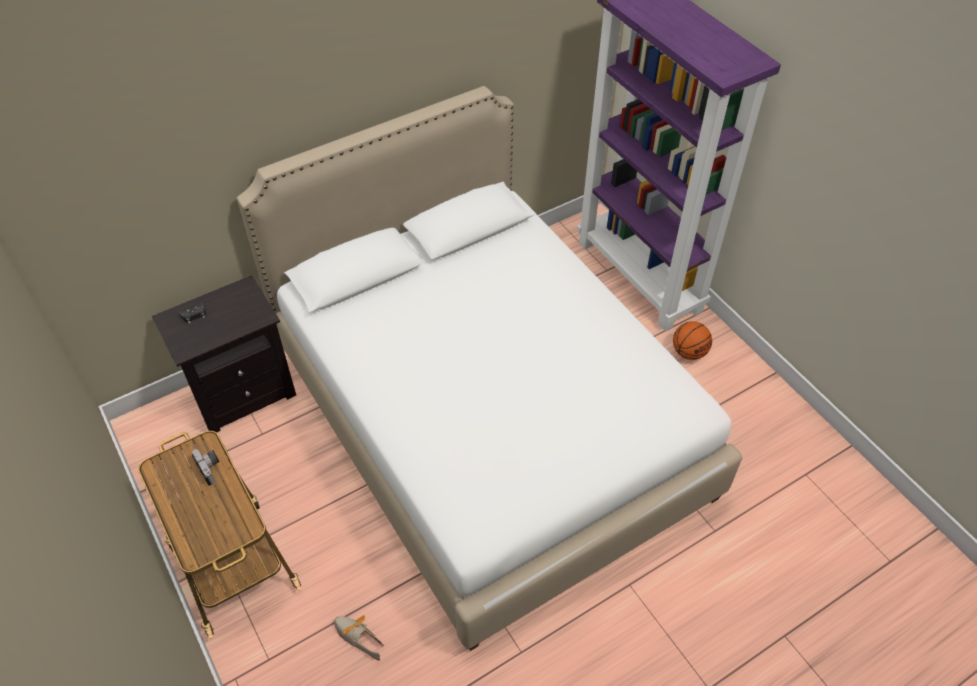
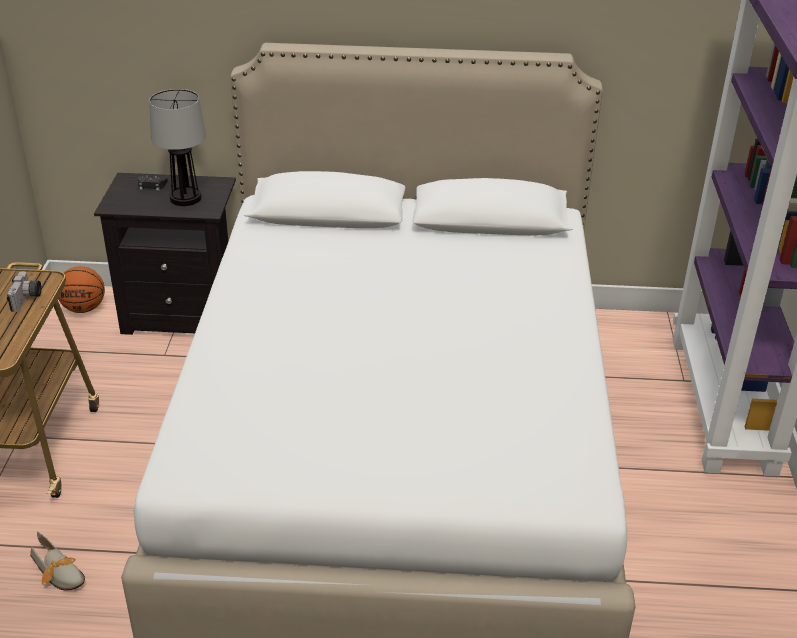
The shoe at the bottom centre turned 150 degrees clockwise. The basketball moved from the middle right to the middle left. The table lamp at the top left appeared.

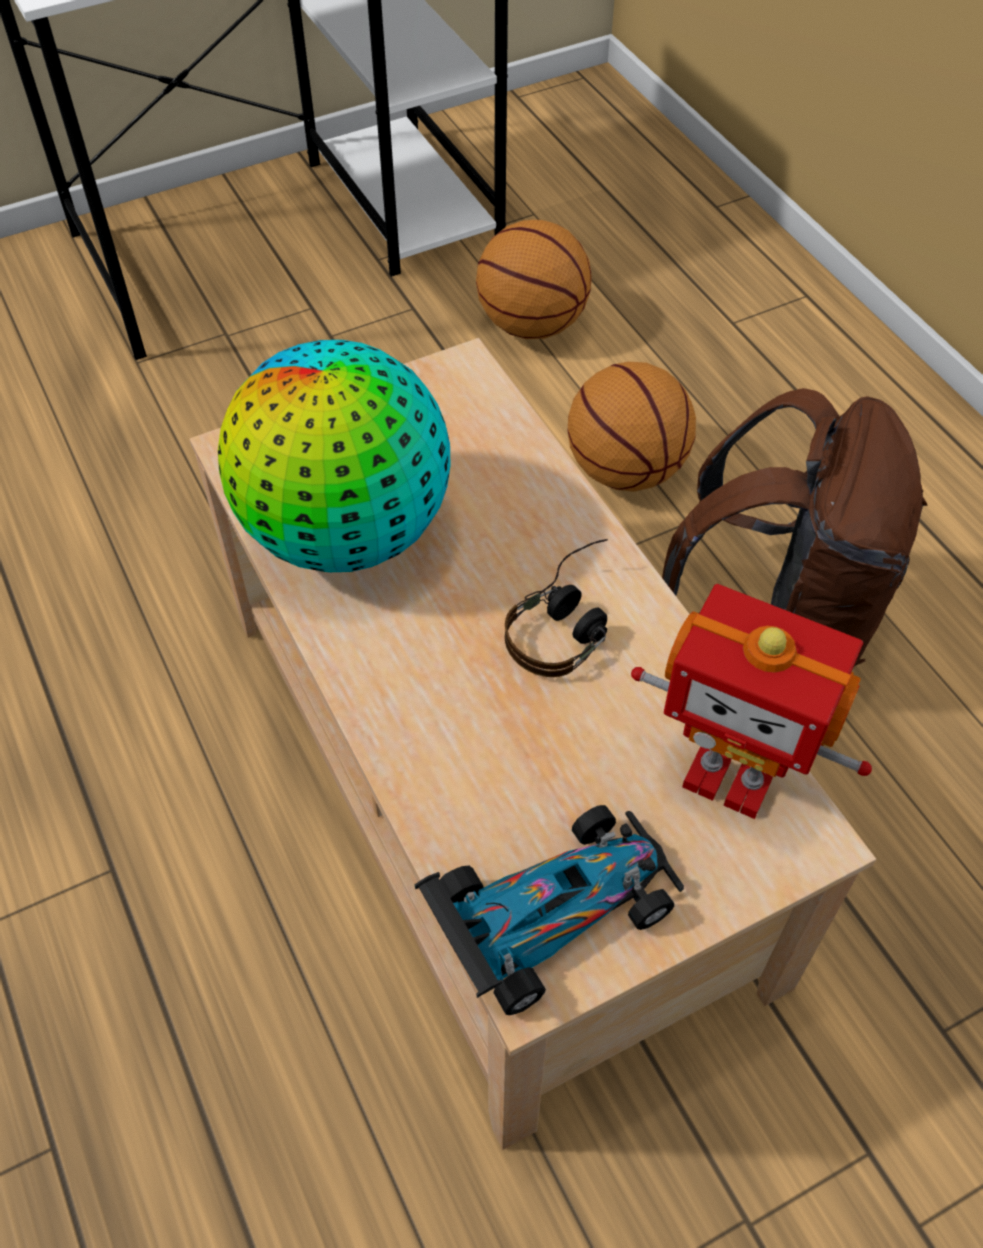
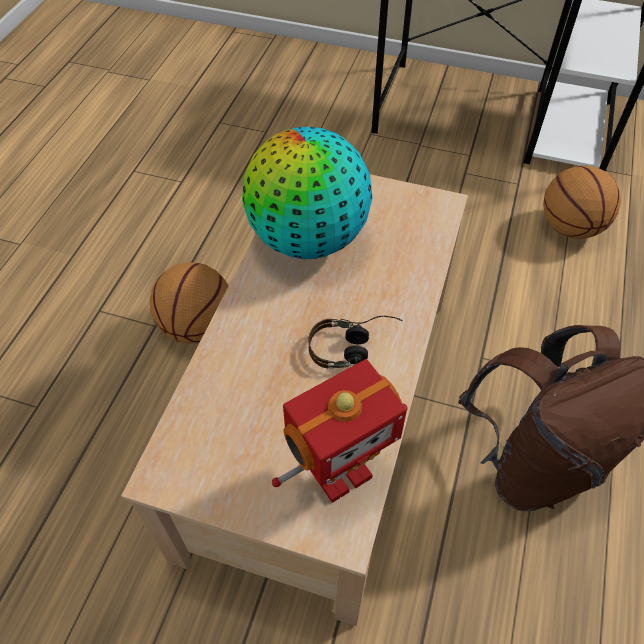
The basketball (2nd from left in the first image) moved from the centre to the middle left. The toy robot at the middle right turned 105 degrees counterclockwise. The toy car at the bottom centre disappeared.

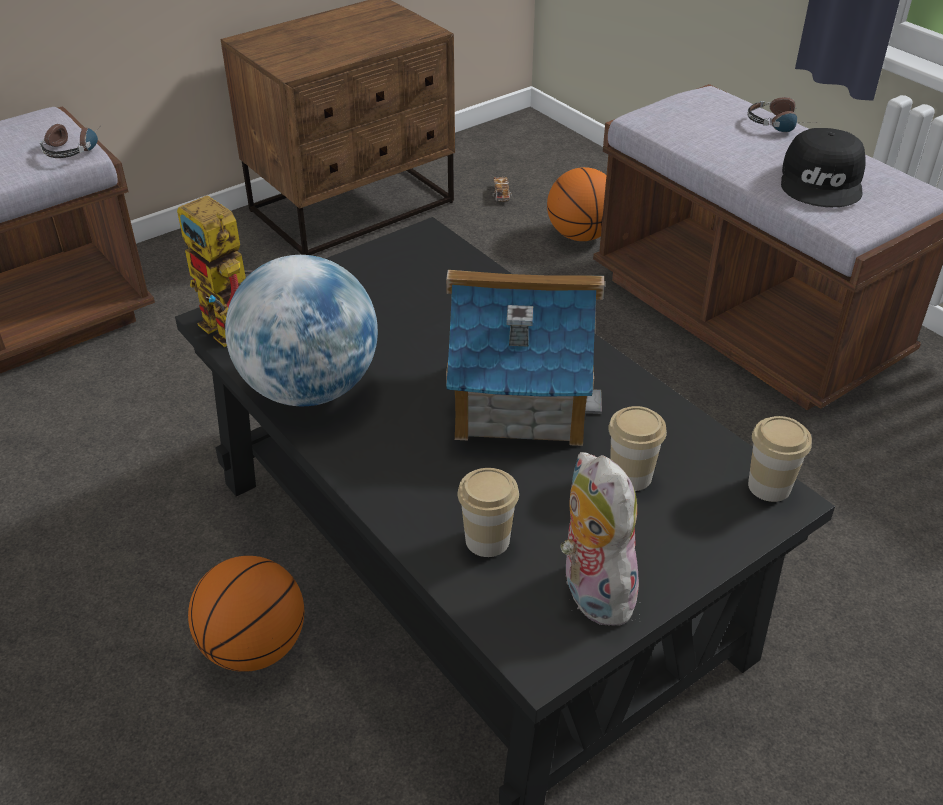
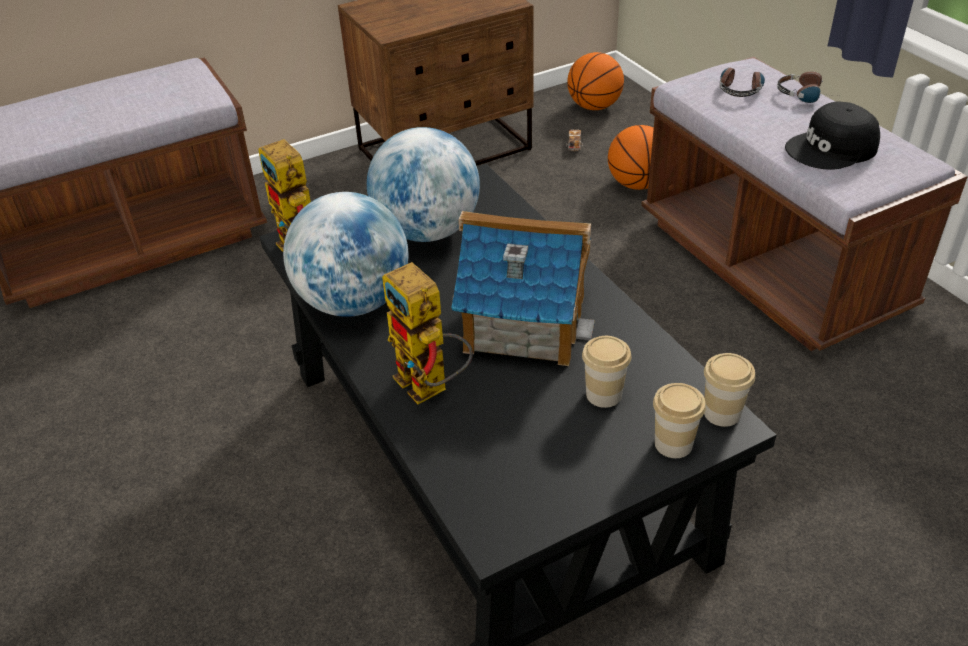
The globe (2nd from left) at the top centre appeared. The toy robot (2nd from left) at the centre appeared. The basketball (1st from left) moved from the bottom left to the top centre. The cup (1st from left in the first image) moved from the centre to the middle right. The headphones (1st from left) moved from the top left to the top right. The black cap at the top right turned 45 degrees clockwise. The plush toy at the bottom centre disappeared.

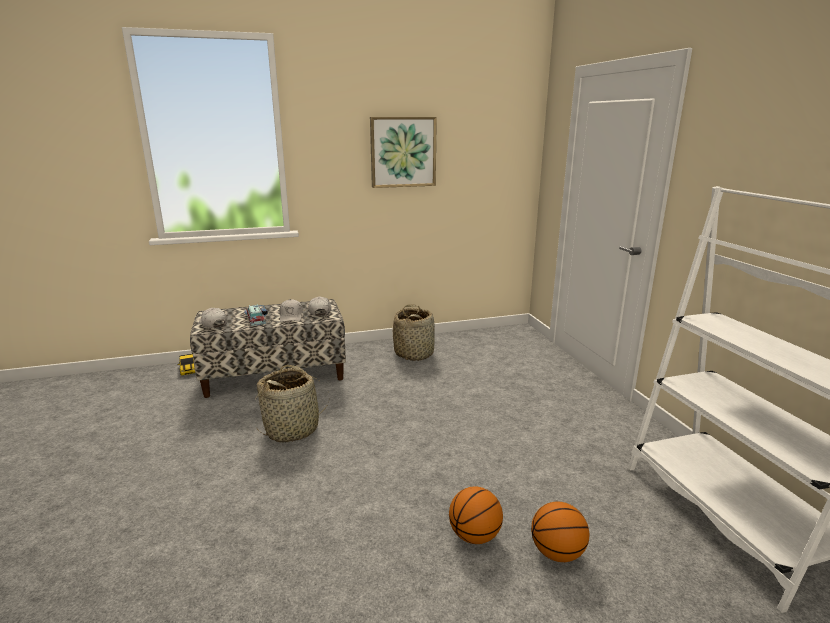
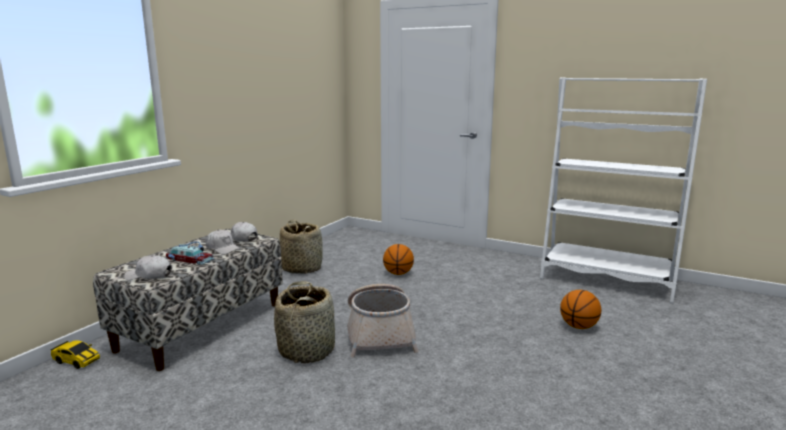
The basket (3rd from left) at the bottom centre appeared. The basketball (1st from left) moved from the bottom centre to the centre. The picture at the top centre disappeared.

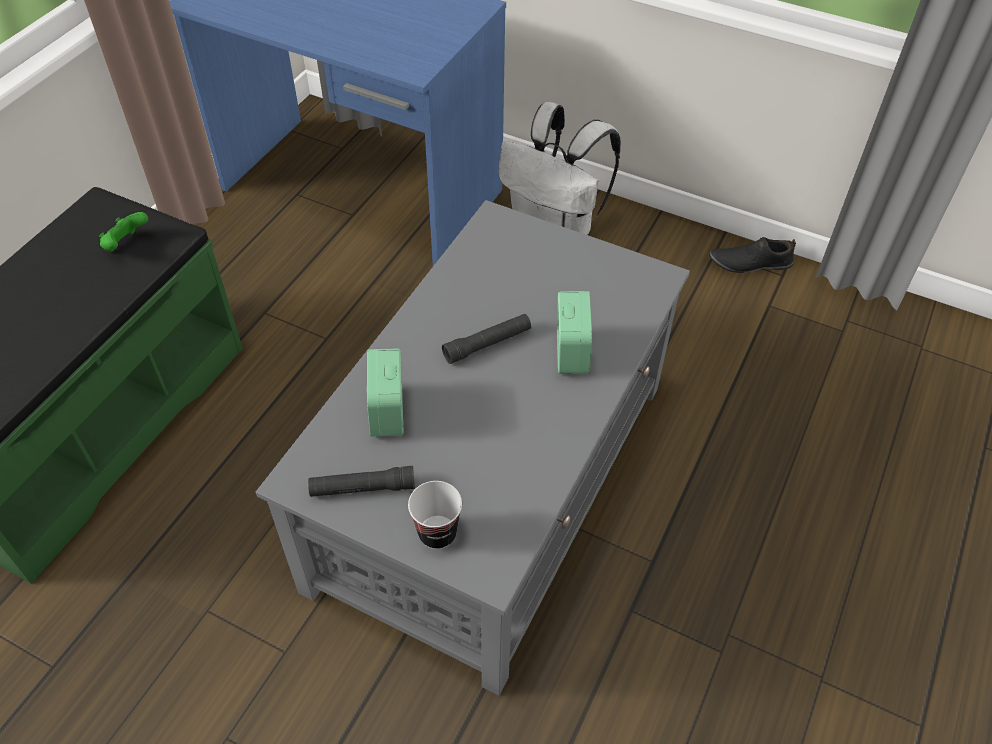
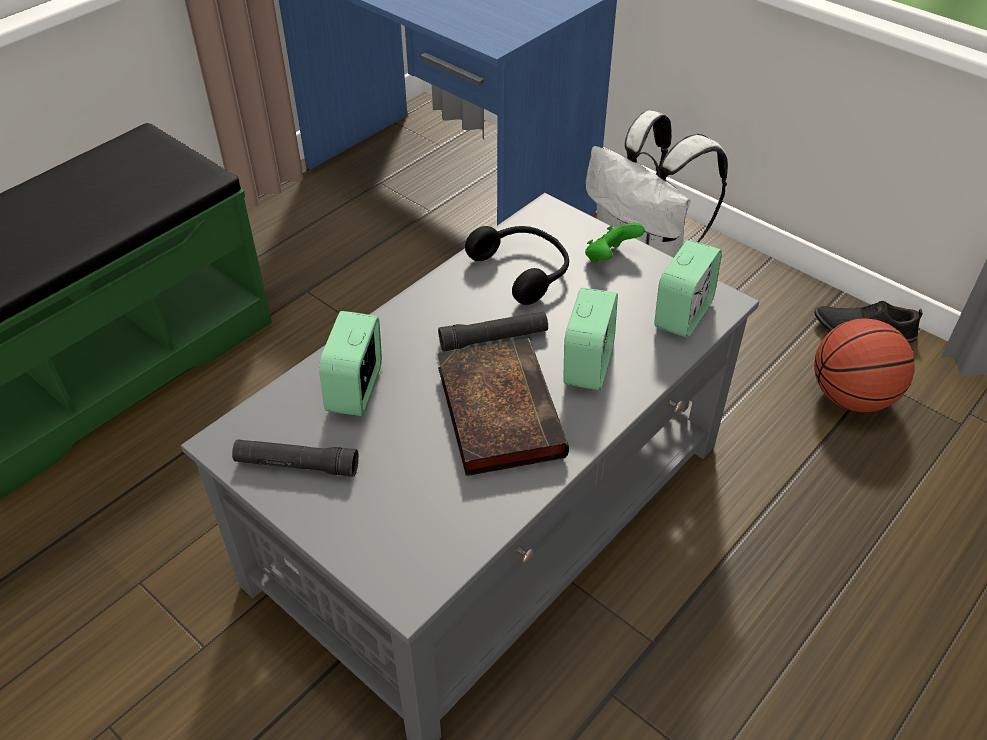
The book at the centre appeared. The black headphones at the centre appeared. The green game controller moved from the top left to the top centre. The alarm clock (3rd from left) at the middle right appeared. The basketball at the middle right appeared. The cup at the bottom centre disappeared.

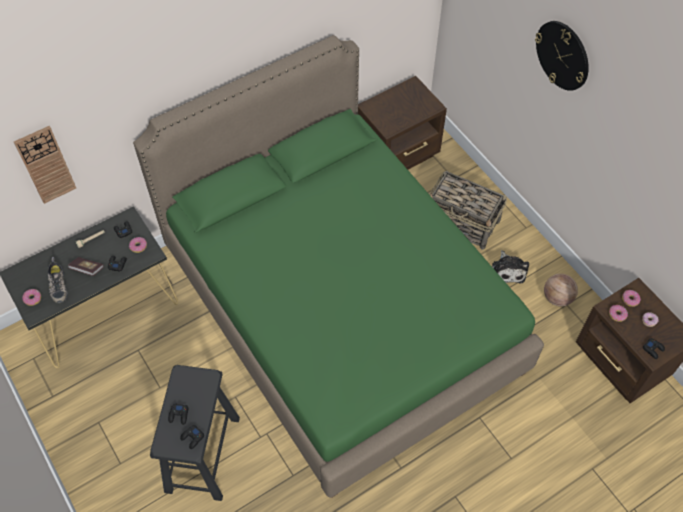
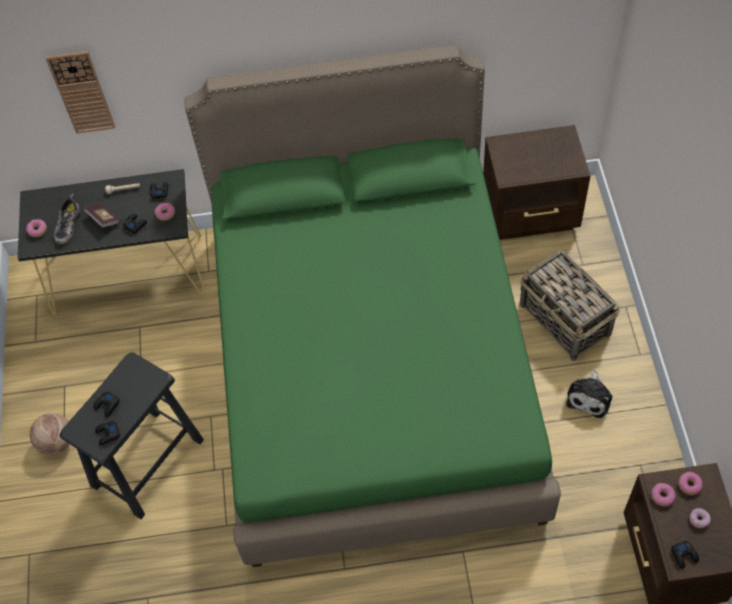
The basketball moved from the middle right to the bottom left. The wall clock (2nd from left) at the top right disappeared.

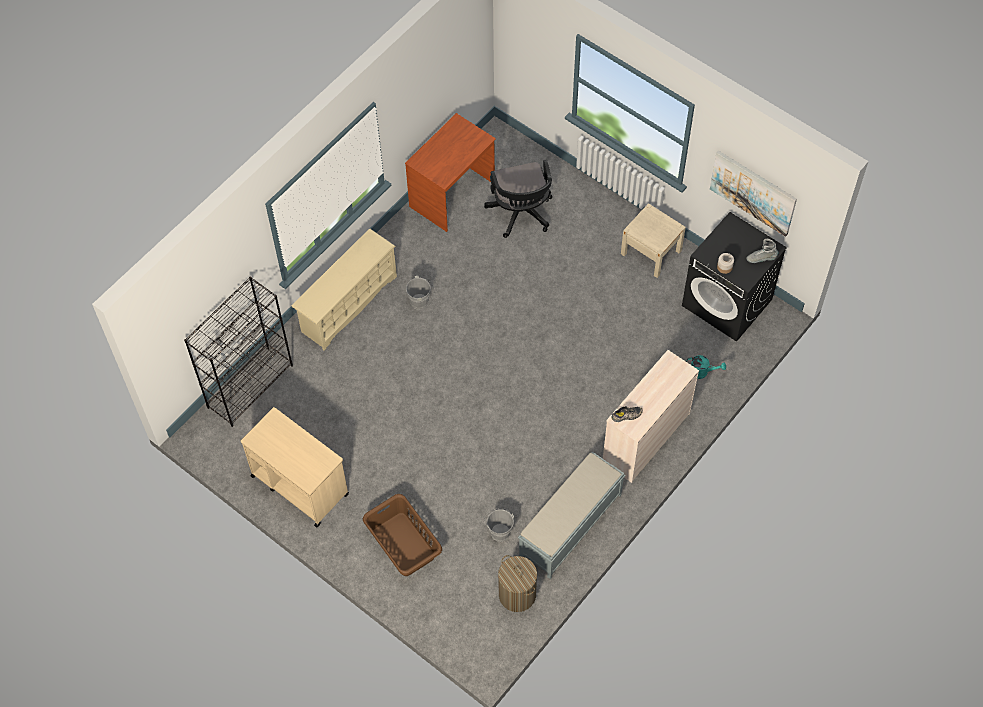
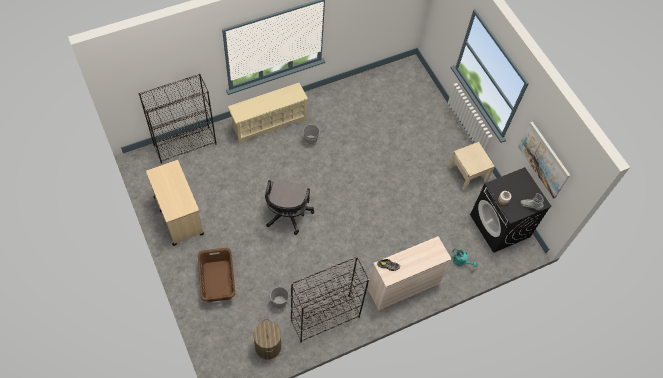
The black office chair moved from the top centre to the centre. The grey bench at the bottom centre was replaced by the black bookcase (2nd from left) at the bottom centre. The brown desk at the top centre disappeared.

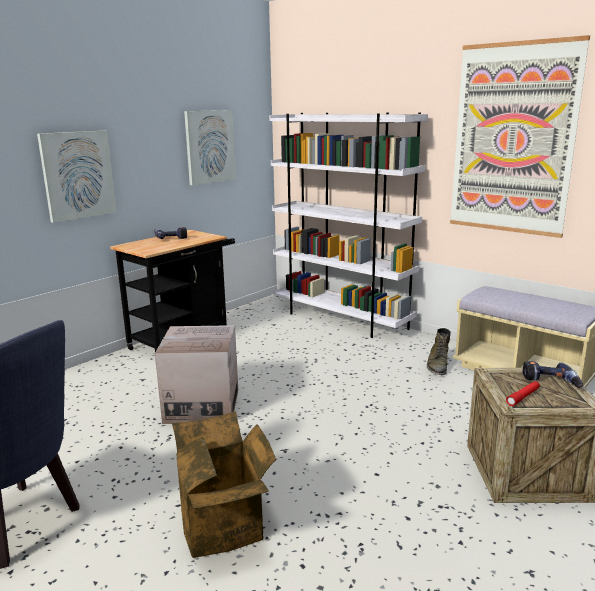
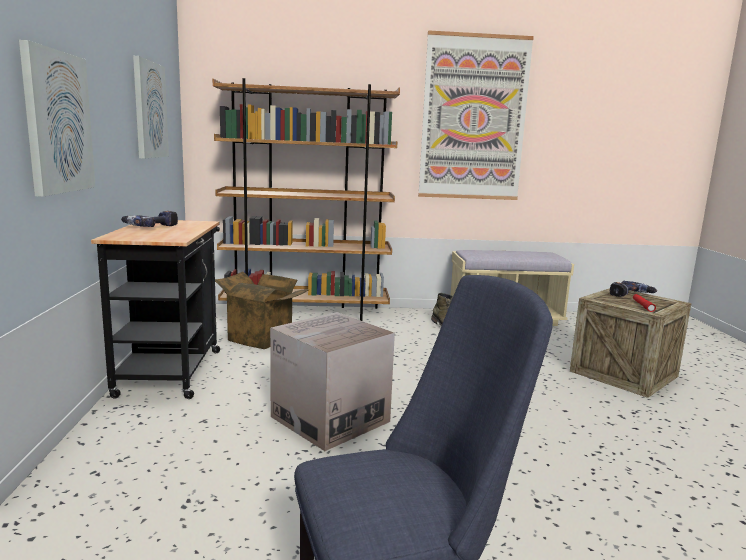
The white bookcase at the centre became the brown bookcase at the centre. The cardboard box (2nd from left in the first image) moved from the bottom centre to the centre.

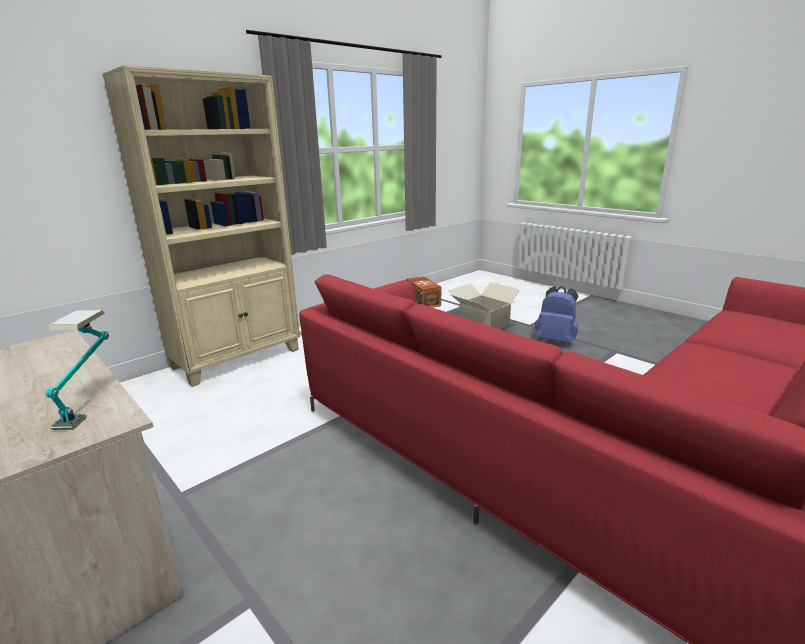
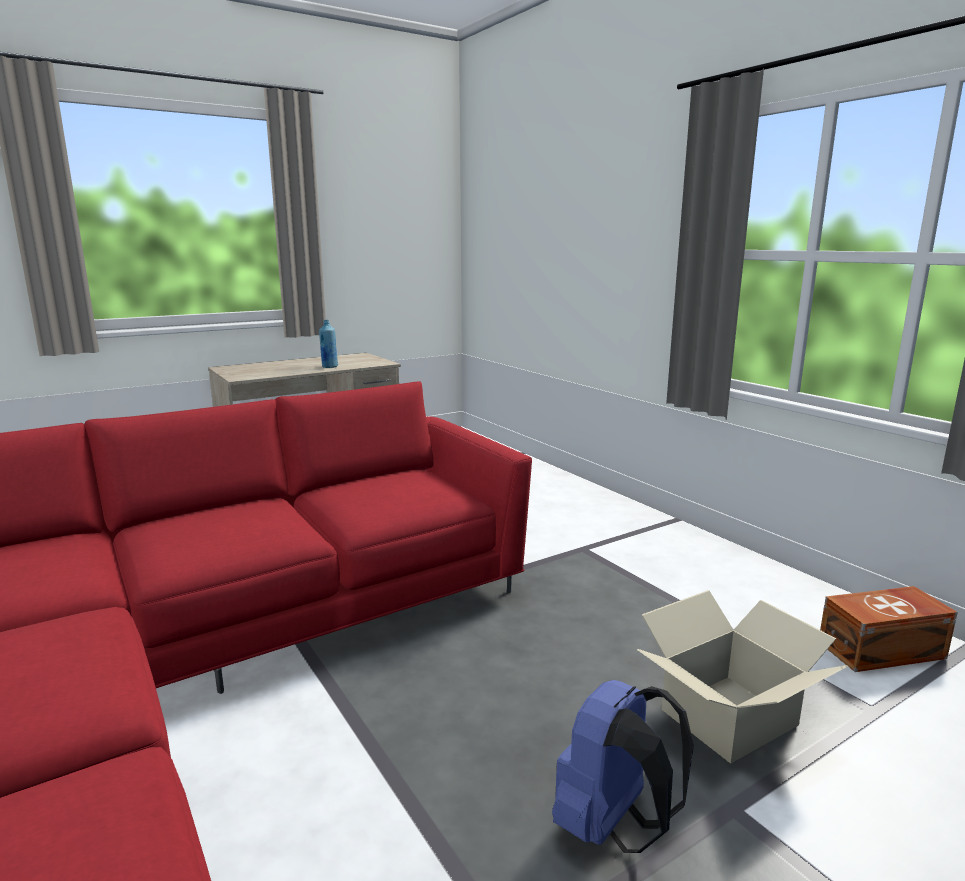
The blue bottle at the centre appeared. The table lamp at the middle left disappeared. The beige bookcase at the middle left disappeared.

